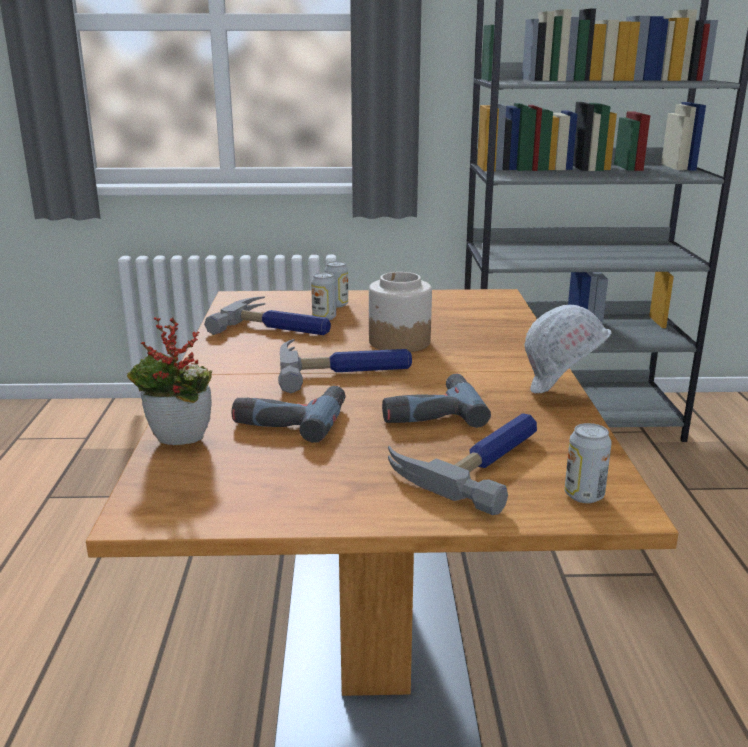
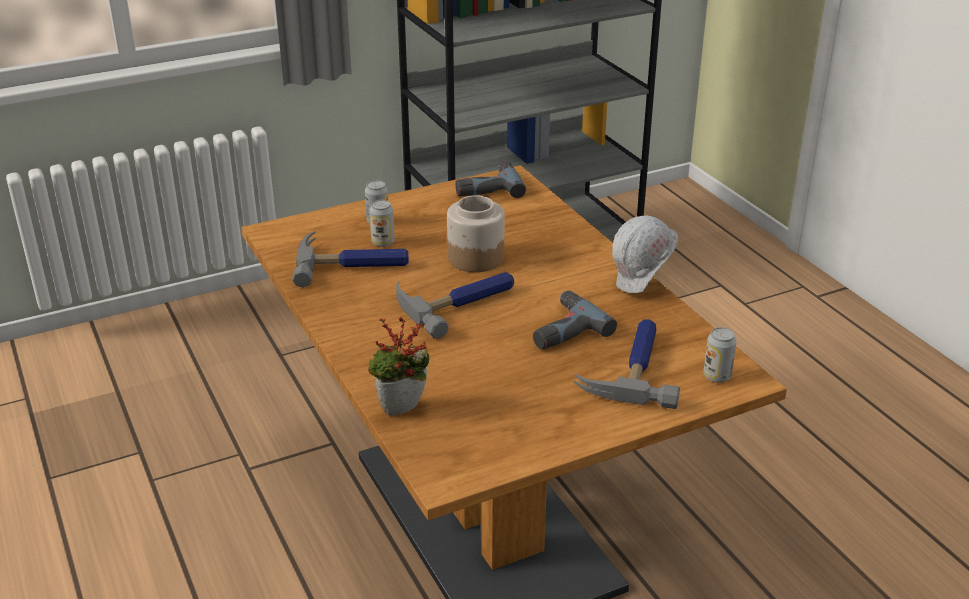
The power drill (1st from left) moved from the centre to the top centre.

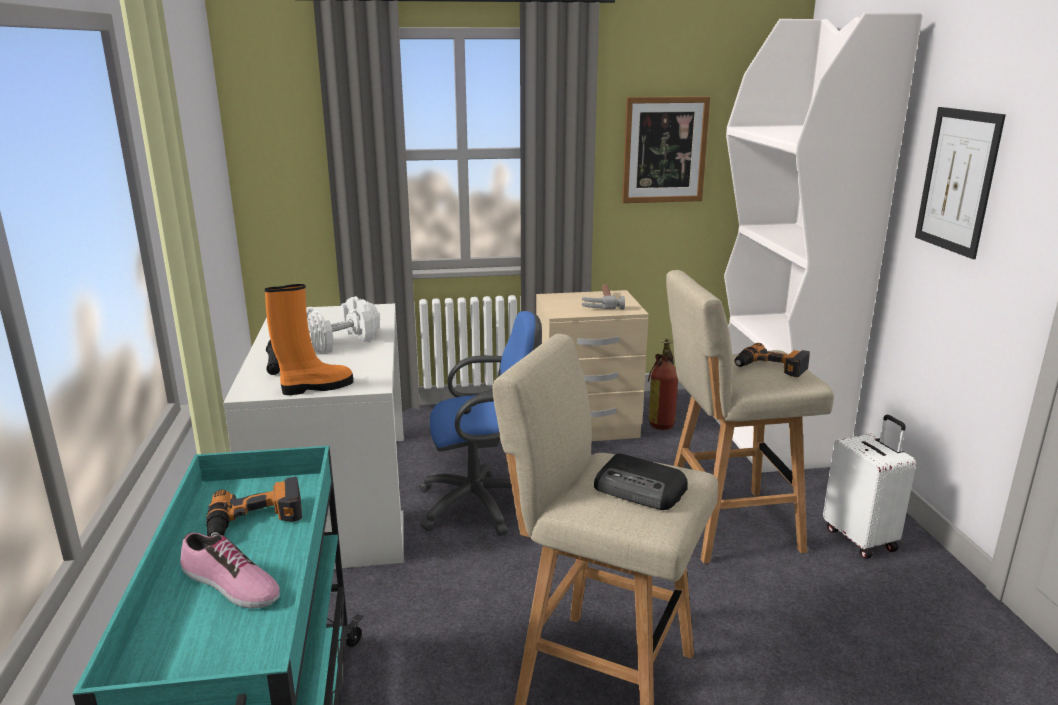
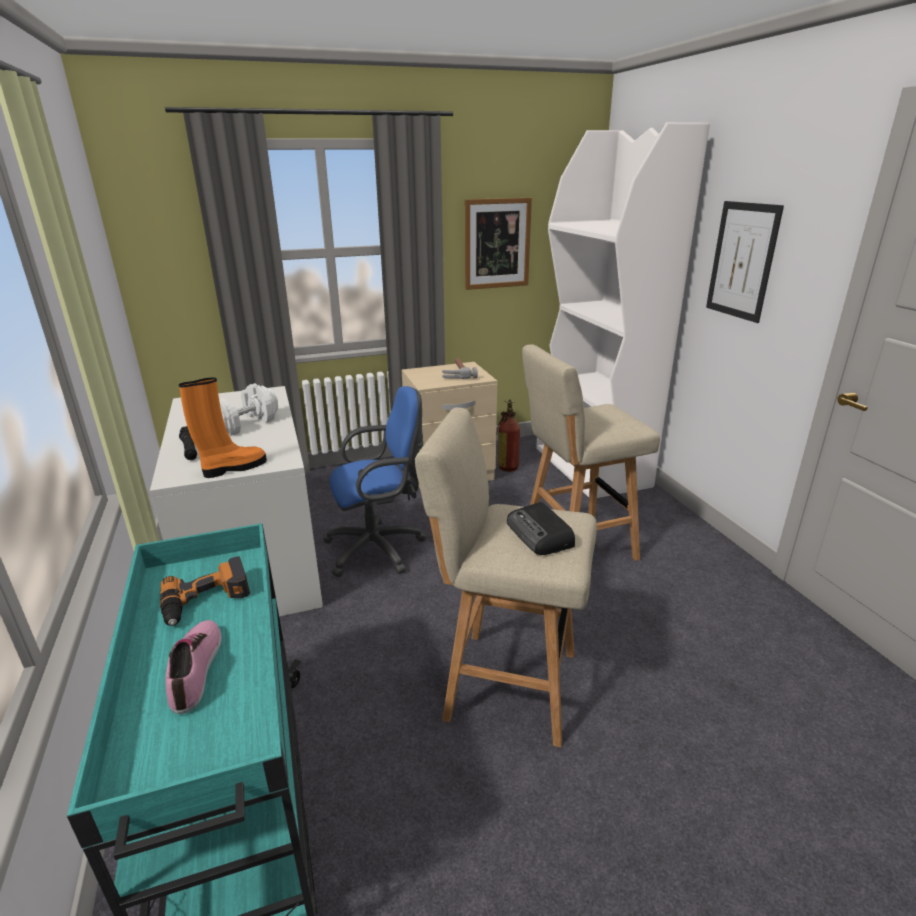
The shoe at the bottom left turned 120 degrees counterclockwise. The radio at the bottom centre turned 45 degrees clockwise. The power drill (2nd from left) at the middle right disappeared. The white suitcase at the bottom right disappeared.

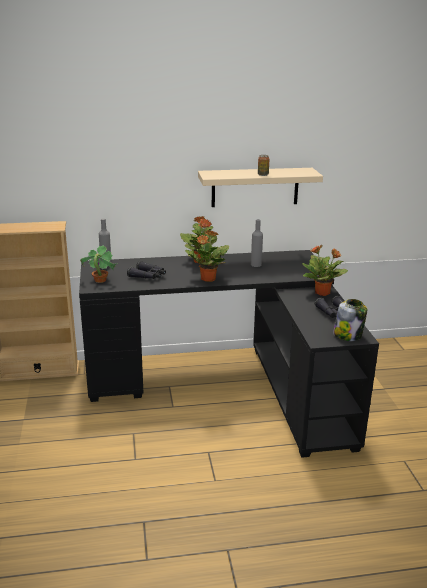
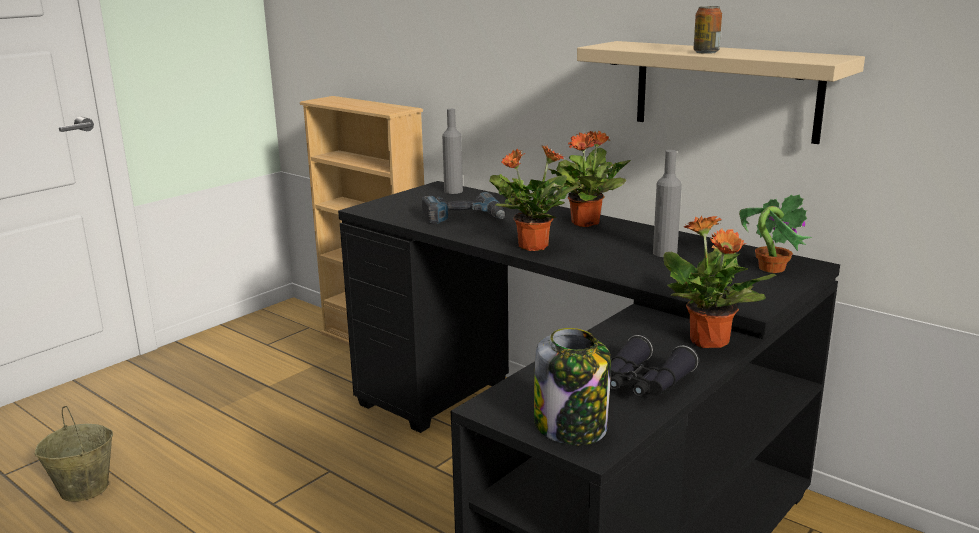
The beige bucket at the bottom left appeared. The black binoculars (1st from left) at the centre was replaced by the power drill at the centre. The potted plant (1st from left in the first image) moved from the middle left to the middle right.

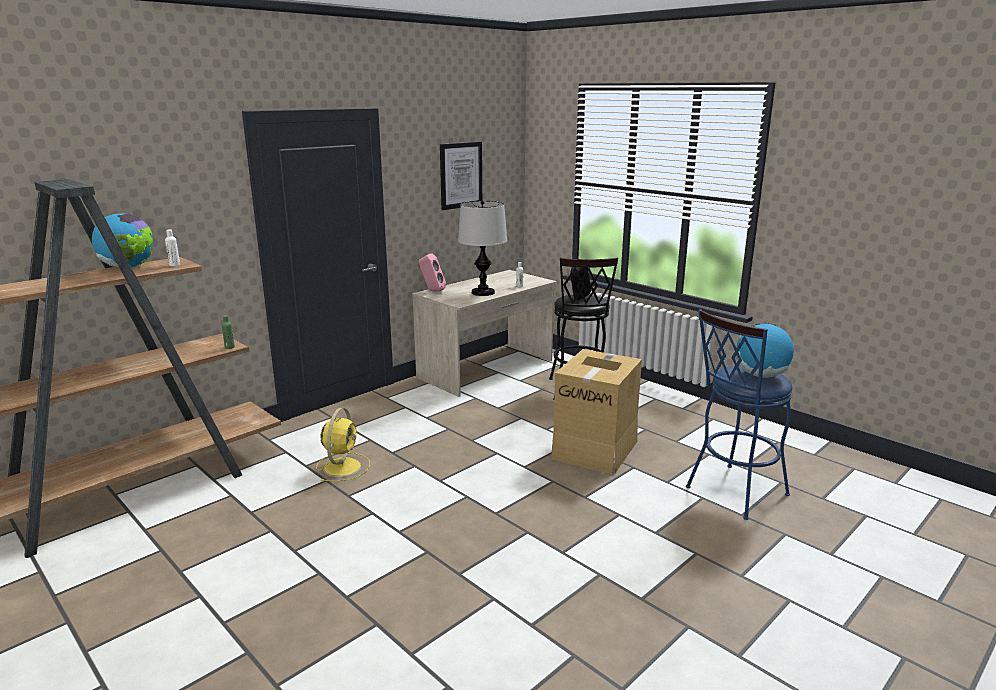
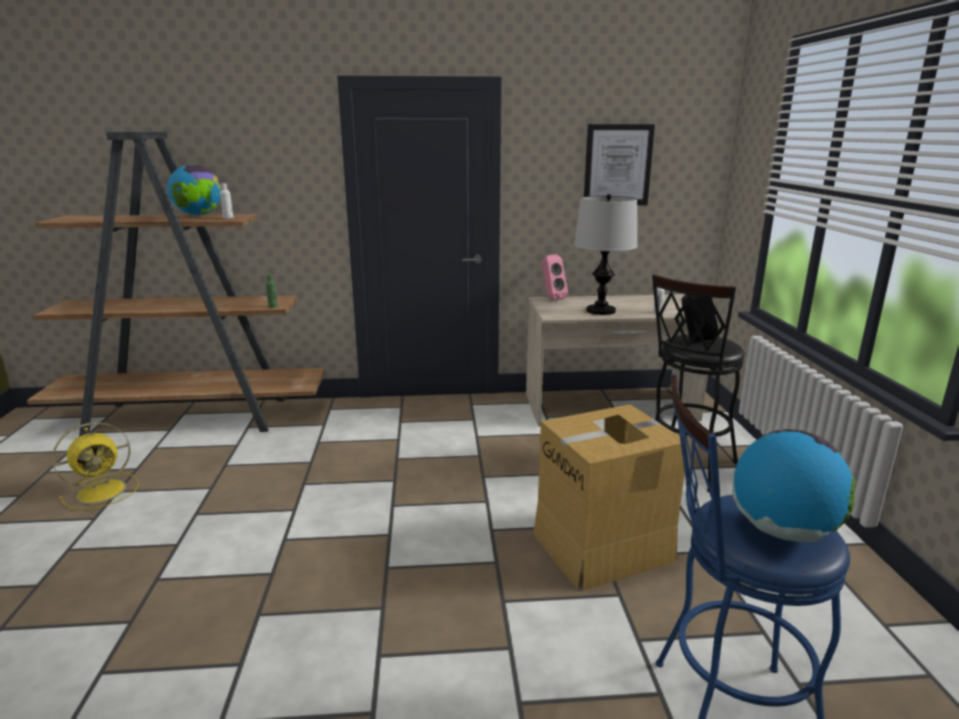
The yellow fan moved from the centre to the middle left.

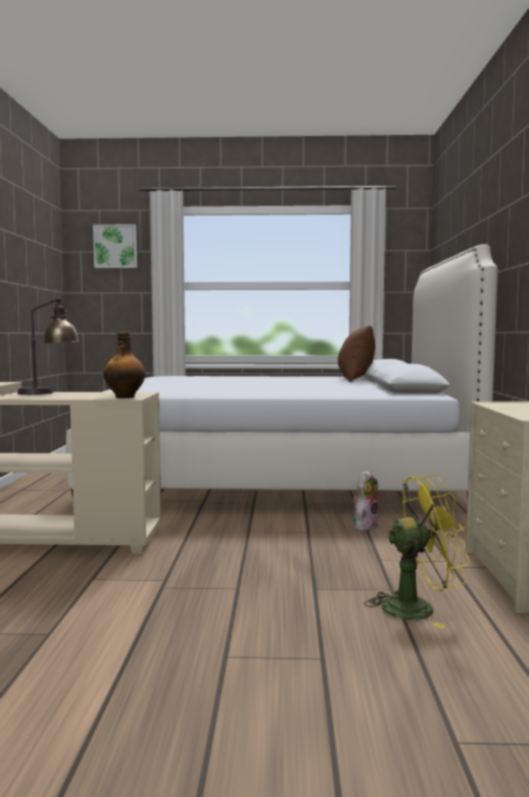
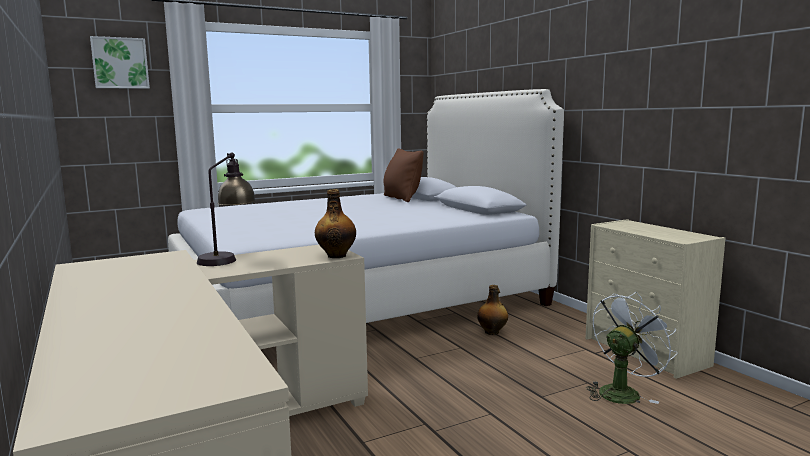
The plush toy at the middle right was replaced by the bottle (2nd from left) at the bottom centre. The yellow fan at the bottom right became the white fan at the bottom right.

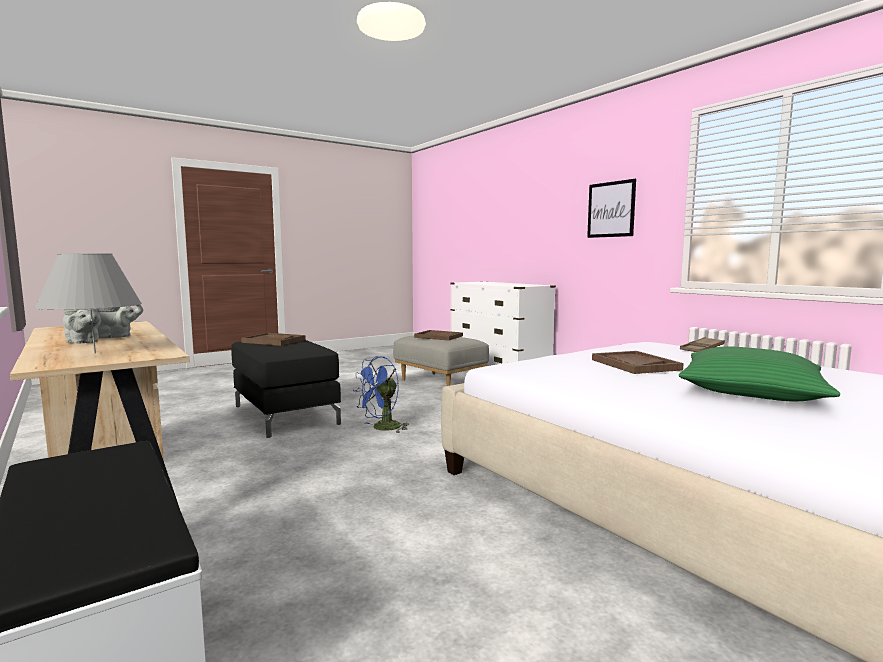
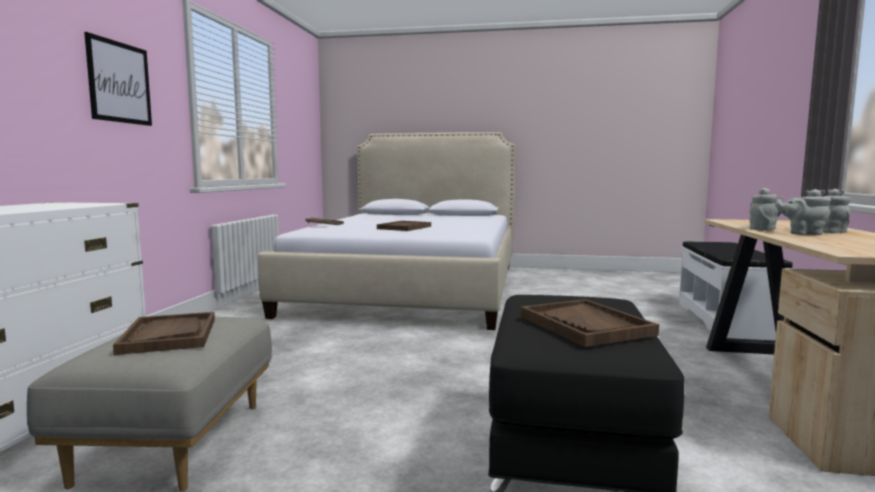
The grey teapot (1st from left) at the middle right appeared. The grey table lamp at the middle left disappeared. The blue fan at the centre disappeared. The green pillow at the middle right disappeared.

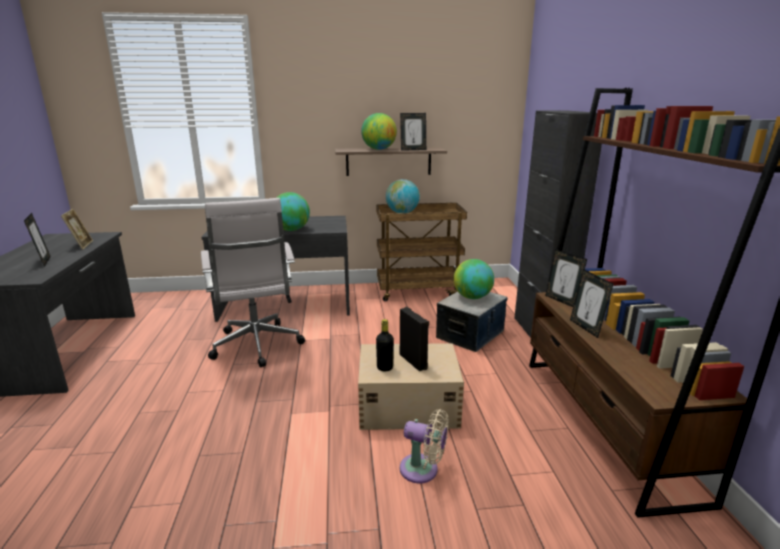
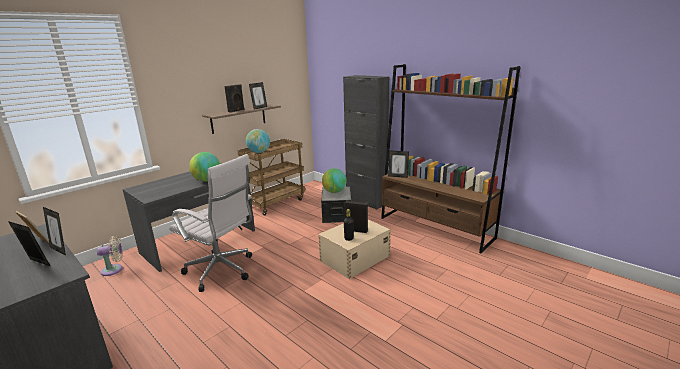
The picture frame (5th from left in the first image) moved from the middle right to the middle left. The beige fan moved from the bottom centre to the bottom left. The globe (2nd from left) at the top centre was replaced by the black speaker (1st from left) at the top centre.

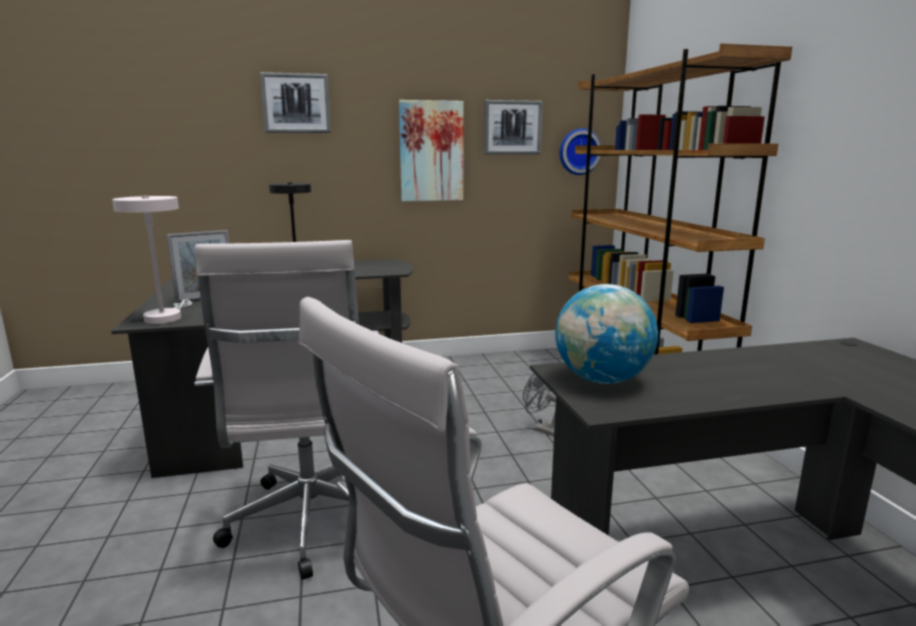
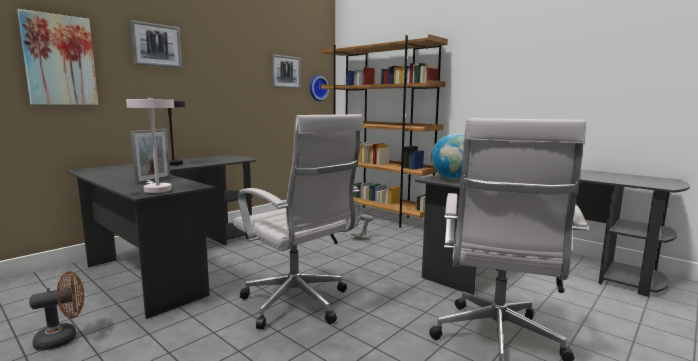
The picture (2nd from left in the first image) moved from the top centre to the top left. The brown fan at the bottom left appeared.

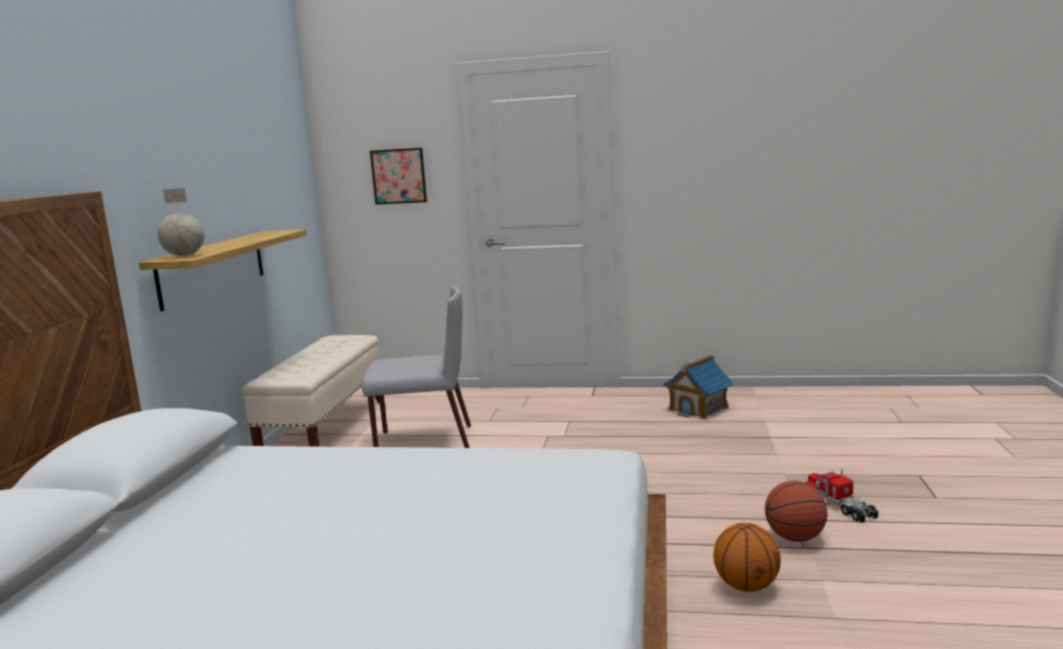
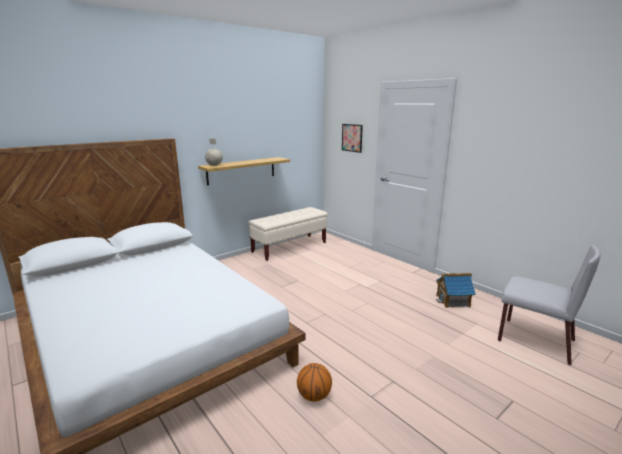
The grey chair moved from the centre to the bottom right. The basketball (2nd from left) at the bottom right disappeared. The toy truck at the bottom right disappeared.

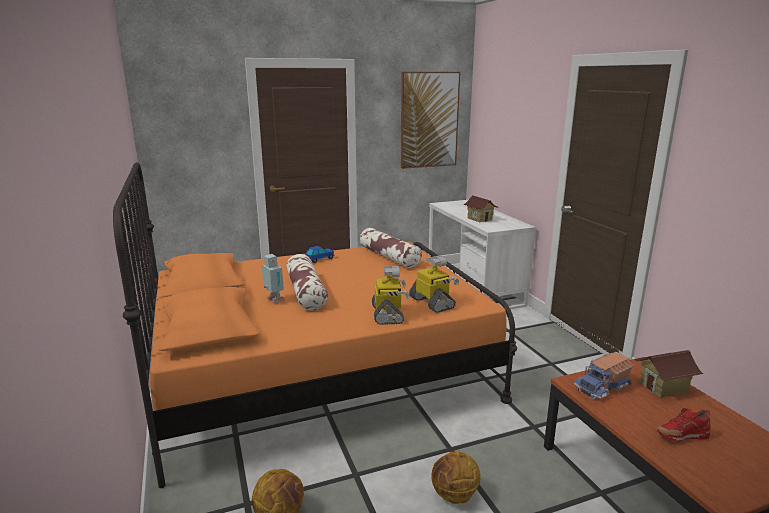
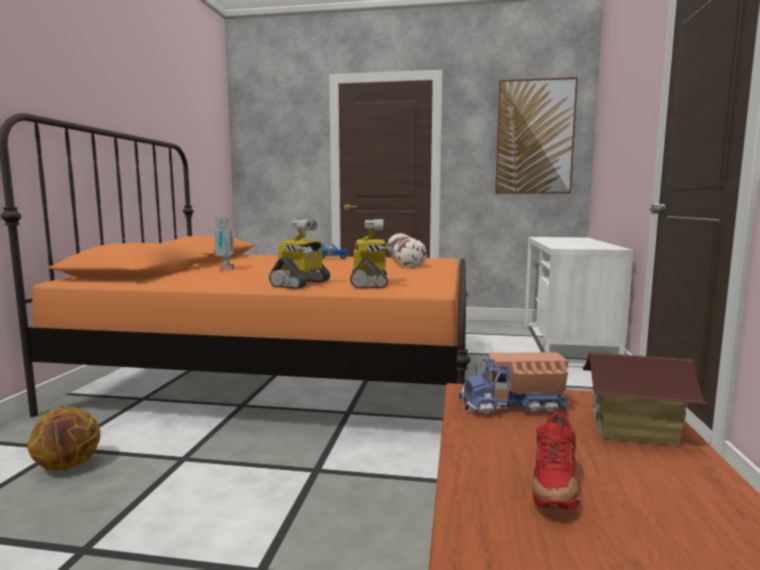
The red shoe at the bottom right turned 90 degrees counterclockwise. The pillow (1st from left) at the centre disappeared. The basketball (2nd from left) at the bottom centre disappeared. The toy house (1st from left) at the centre disappeared.

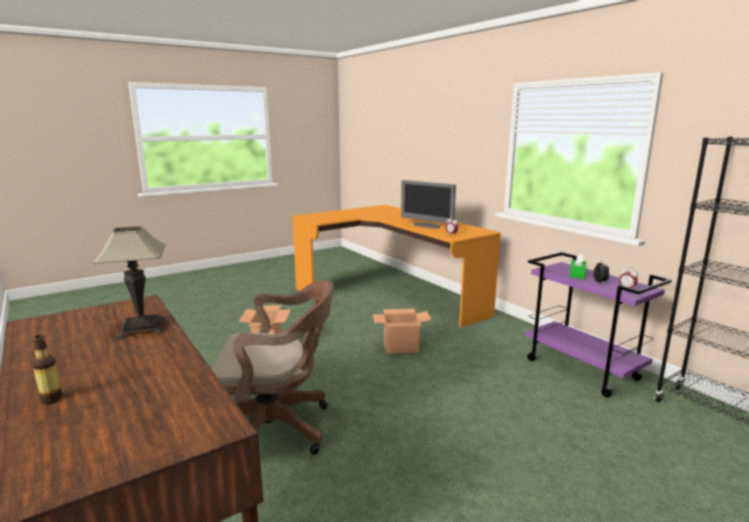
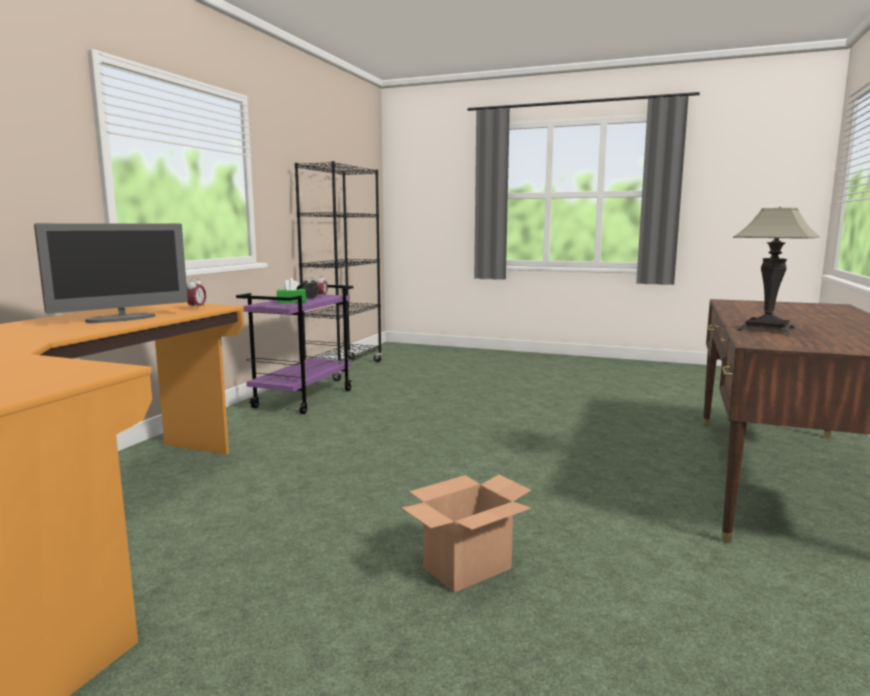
The monitor at the centre turned 45 degrees clockwise. The bottle at the bottom left disappeared. The brown office chair at the bottom centre disappeared. The cardboard box (2nd from left) at the centre disappeared.

